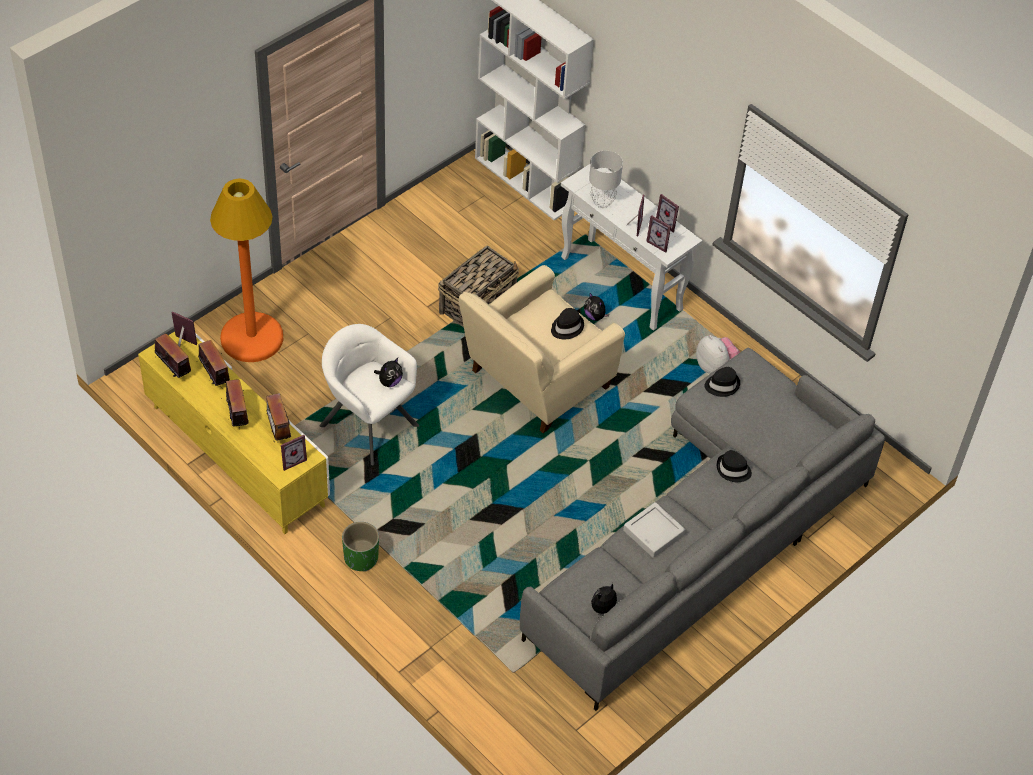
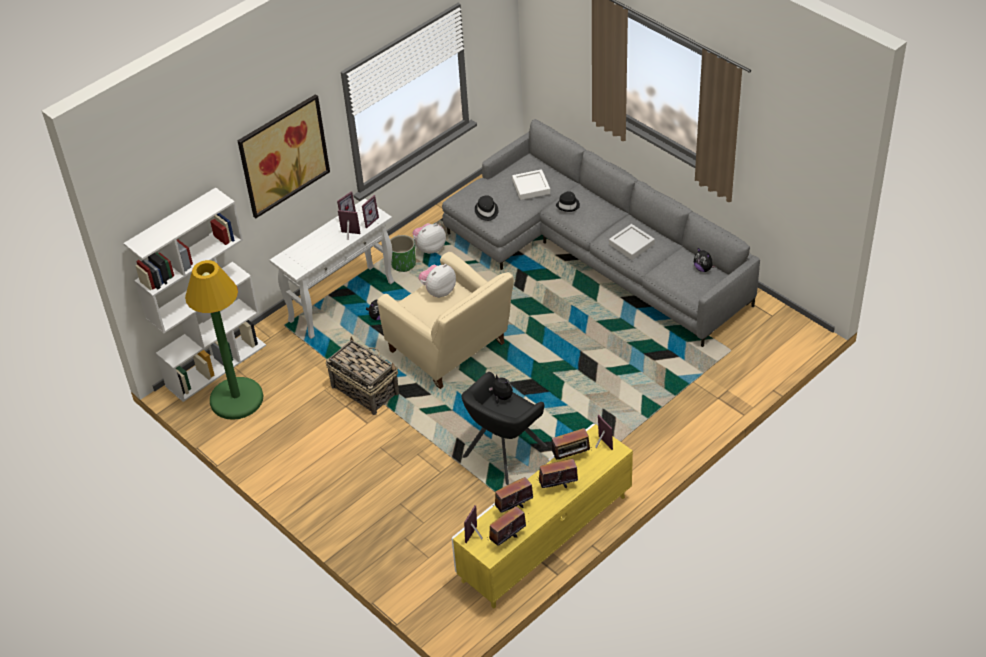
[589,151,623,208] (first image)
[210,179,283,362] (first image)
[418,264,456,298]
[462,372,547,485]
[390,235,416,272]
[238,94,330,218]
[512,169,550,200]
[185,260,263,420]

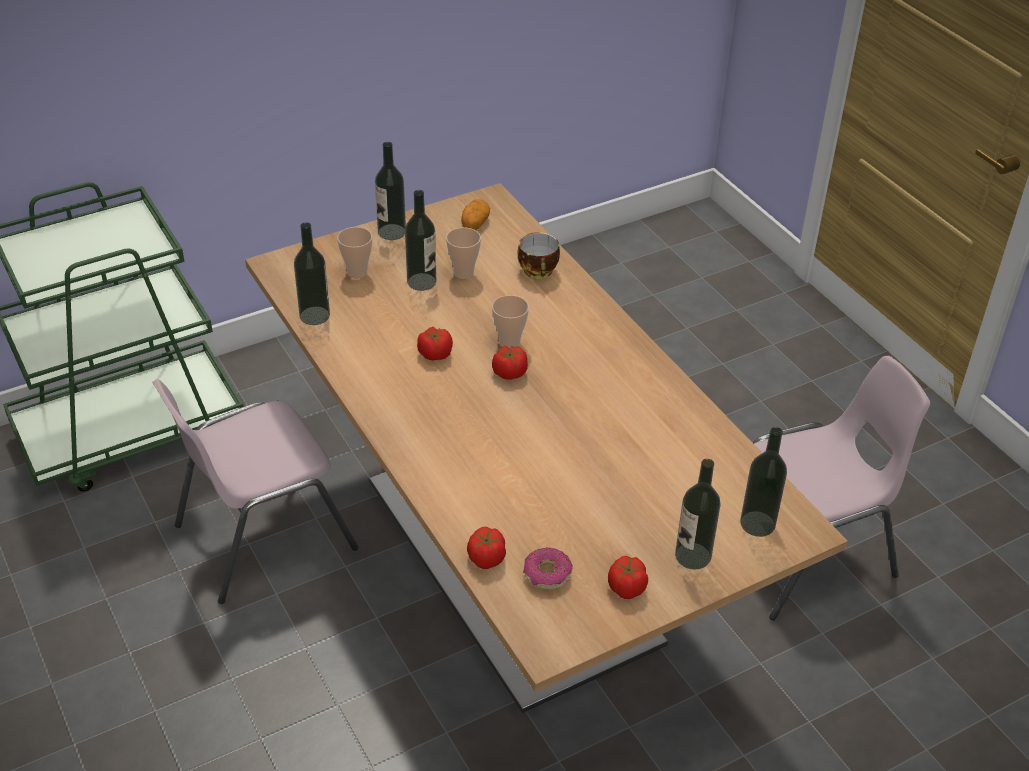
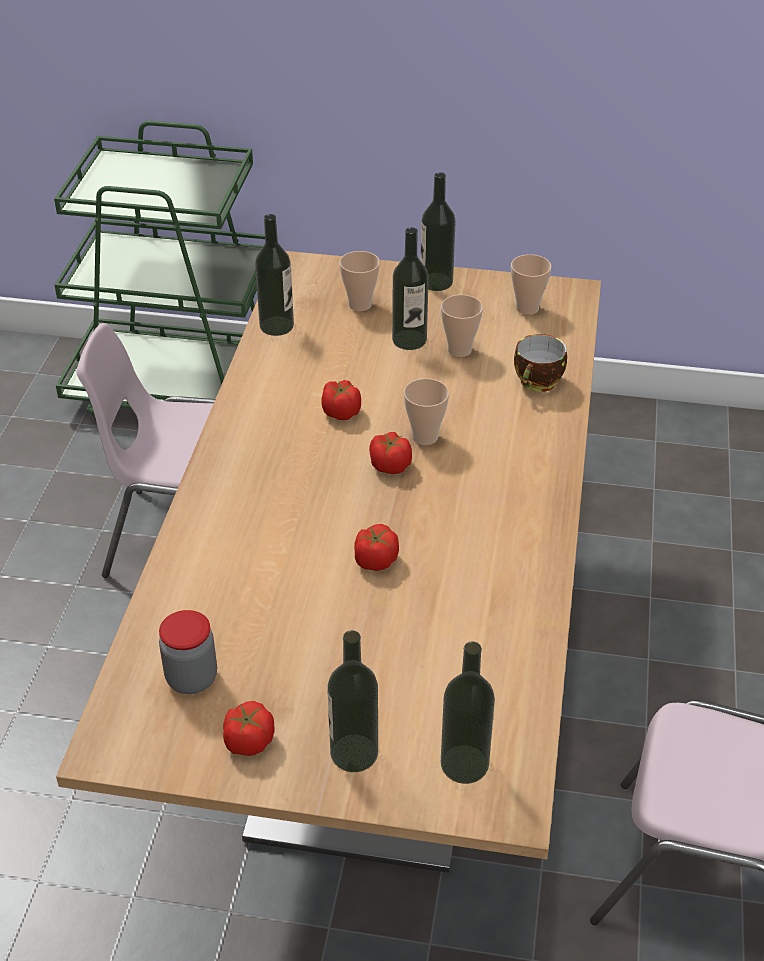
[511,254,552,315]
[354,524,399,571]
[159,610,217,694]

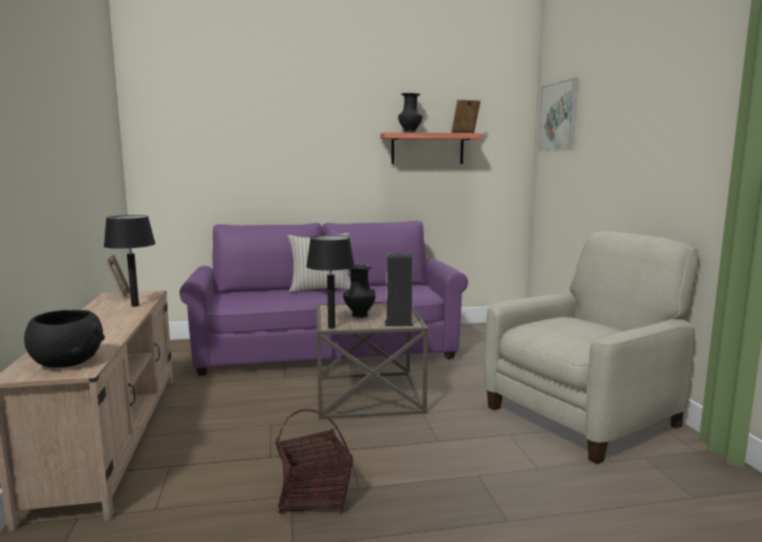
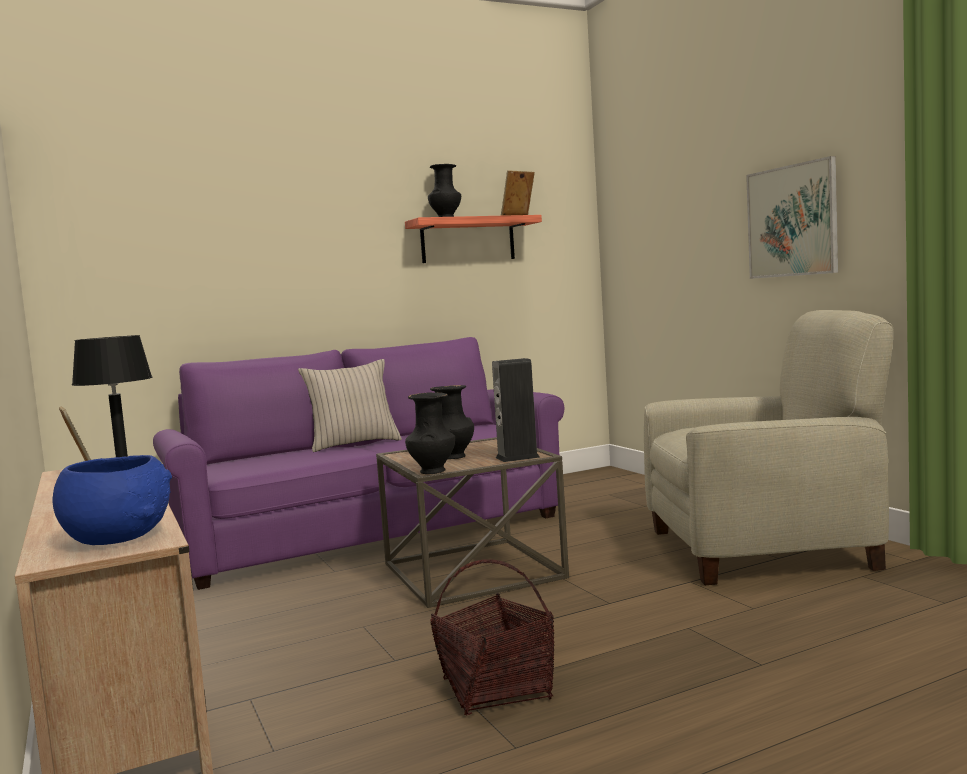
[746,156,838,279]
[644,310,893,585]
[405,392,455,474]
[52,455,172,545]

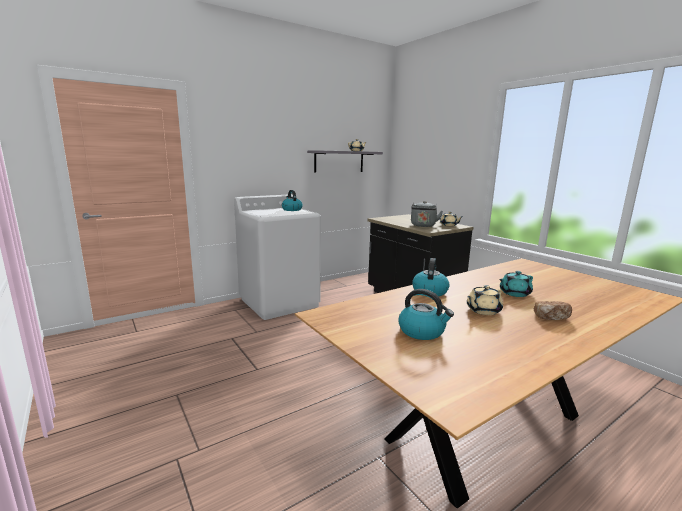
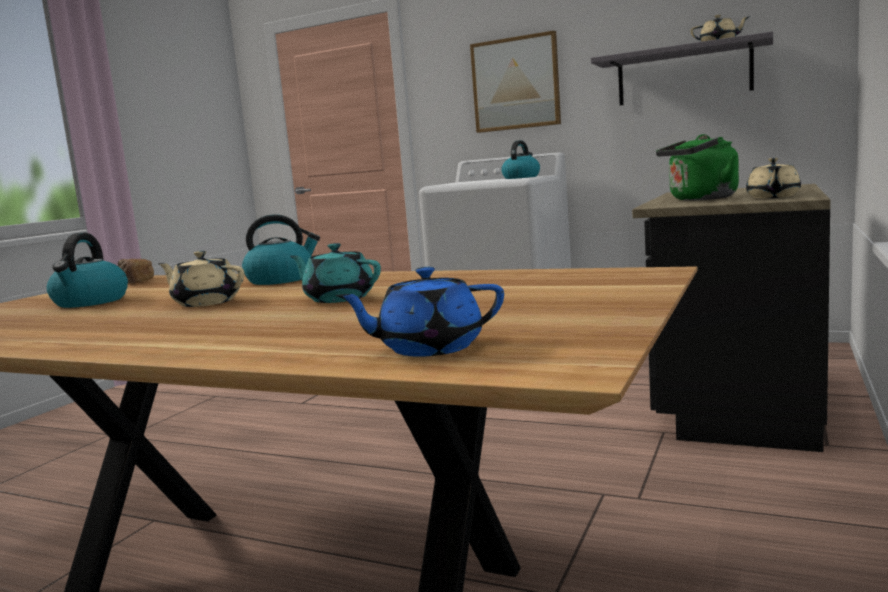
[656,134,739,200]
[118,259,154,283]
[470,31,561,133]
[335,267,504,357]

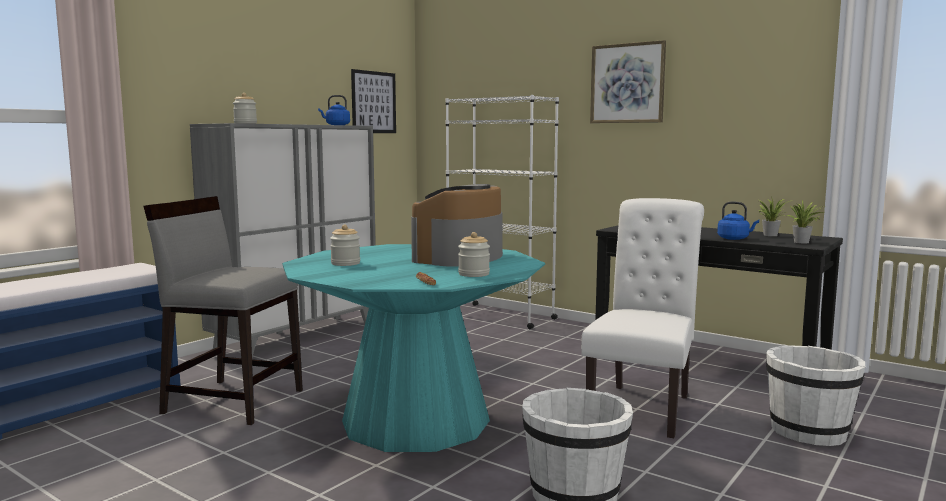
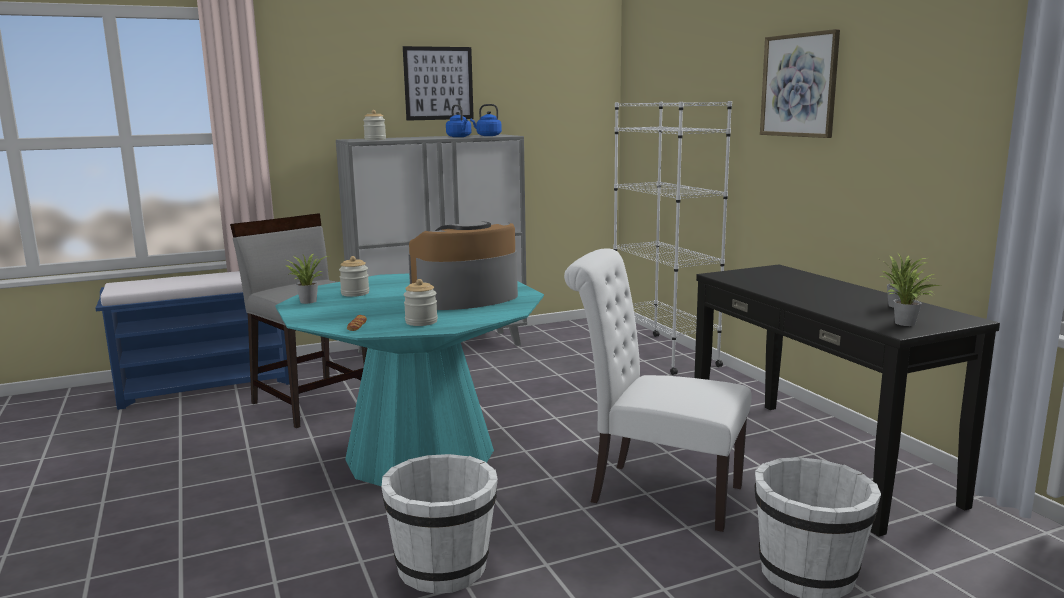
[403,46,474,121]
[564,248,752,532]
[446,104,471,137]
[286,254,328,304]

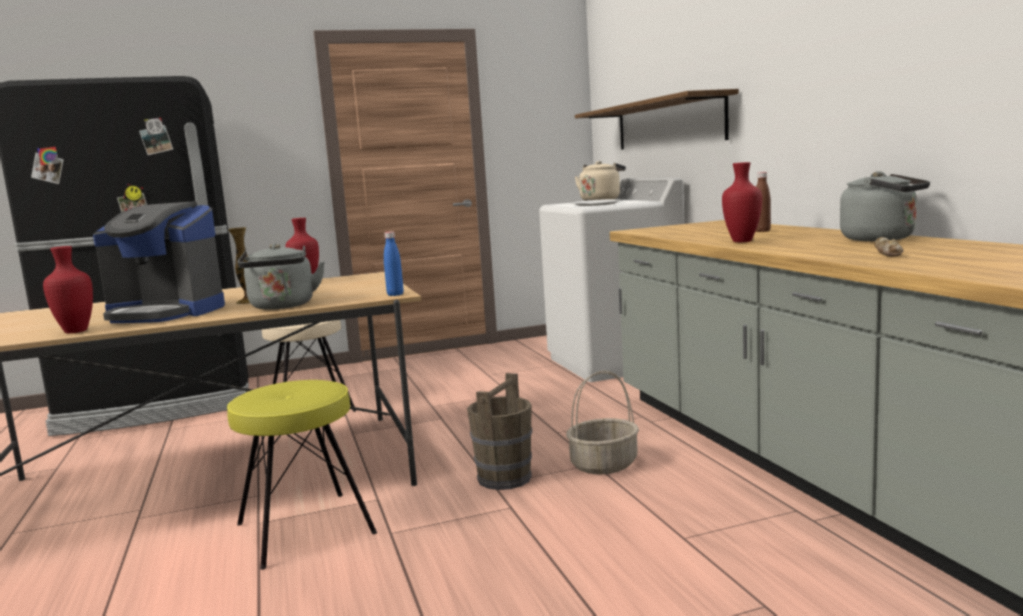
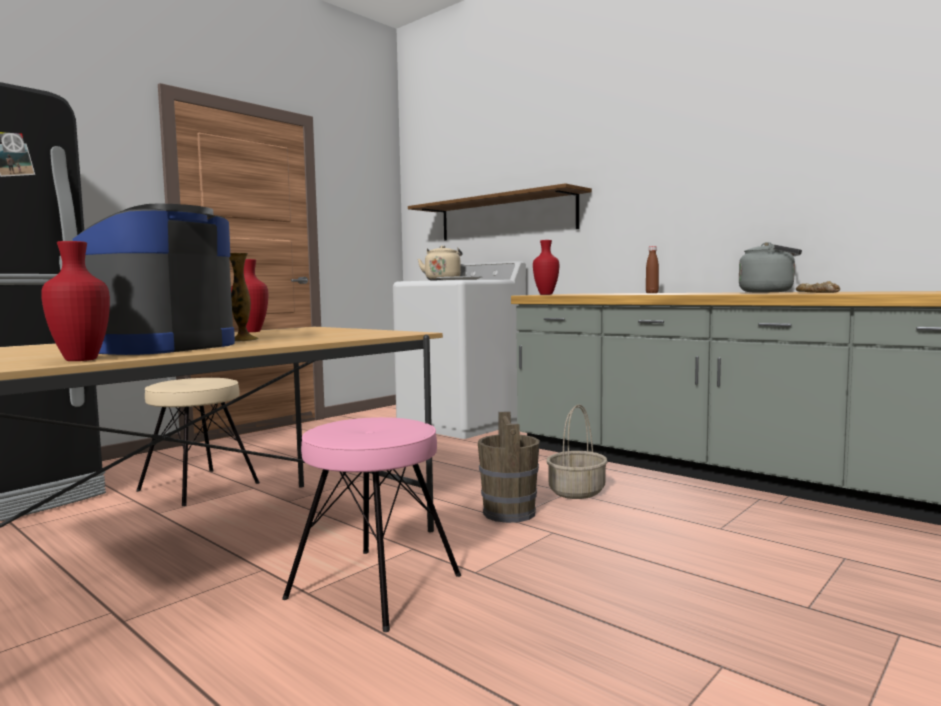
[533,240,559,295]
[73,204,235,355]
[384,231,403,296] (first image)
[238,244,325,310] (first image)
[282,417,461,632]

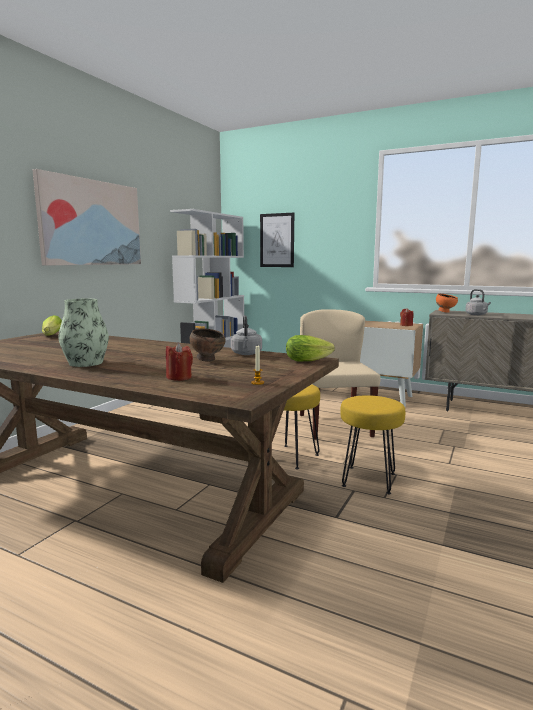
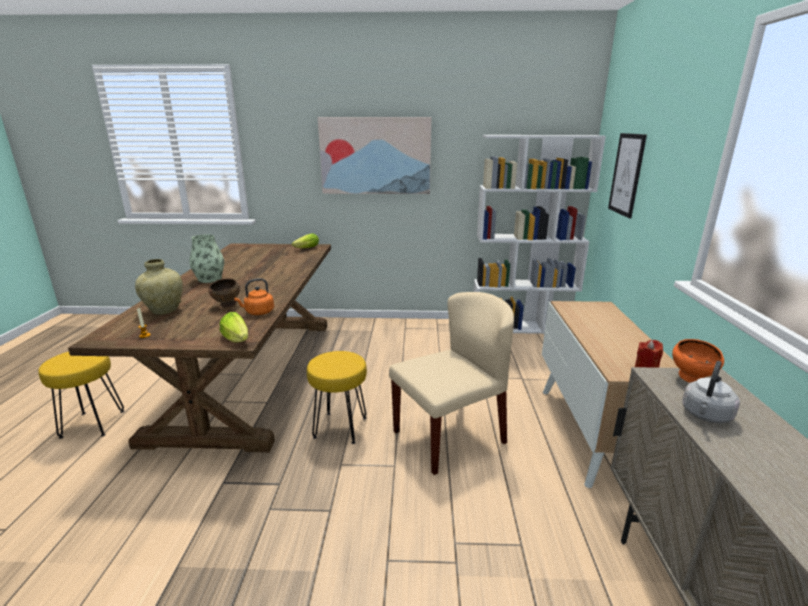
[234,278,274,315]
[135,259,183,315]
[38,352,125,439]

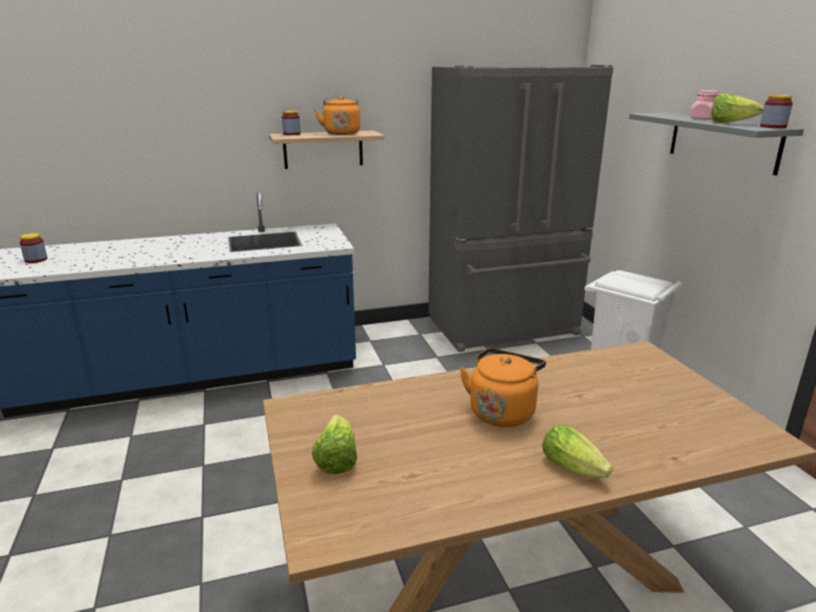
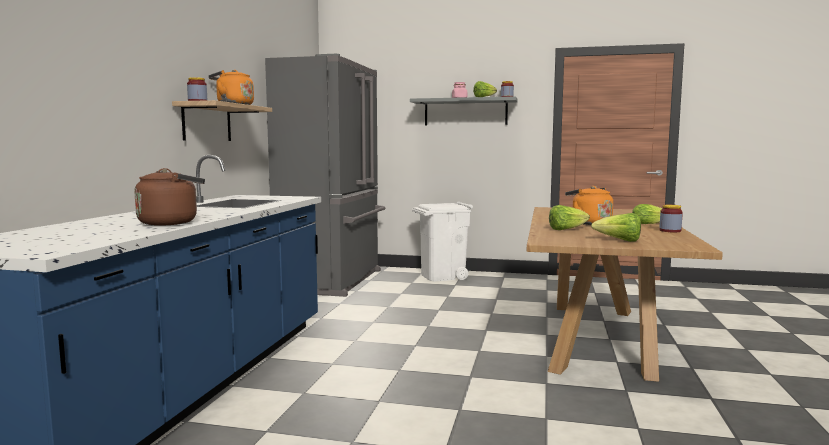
[659,205,683,232]
[135,168,205,226]
[549,205,590,230]

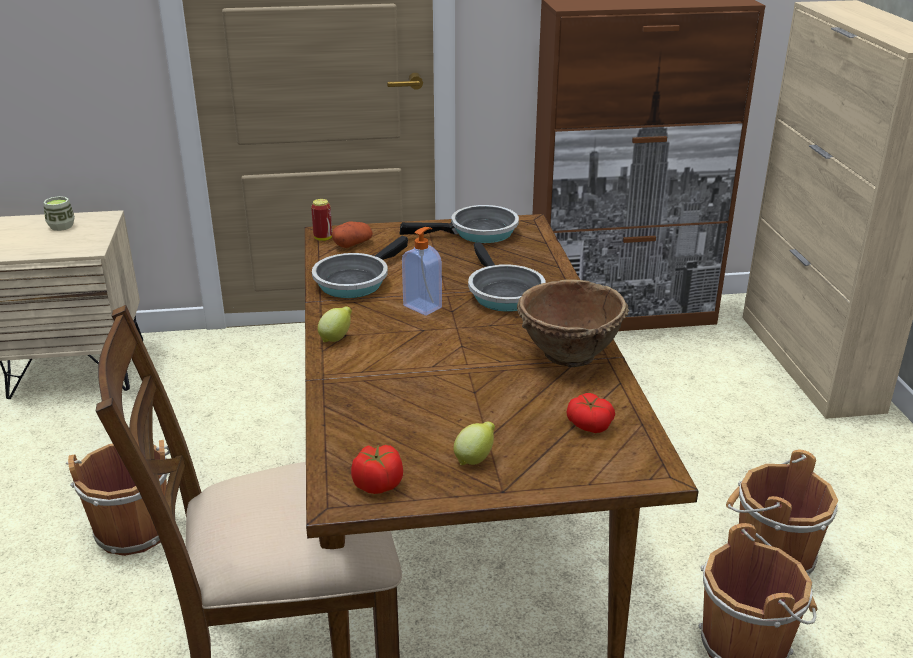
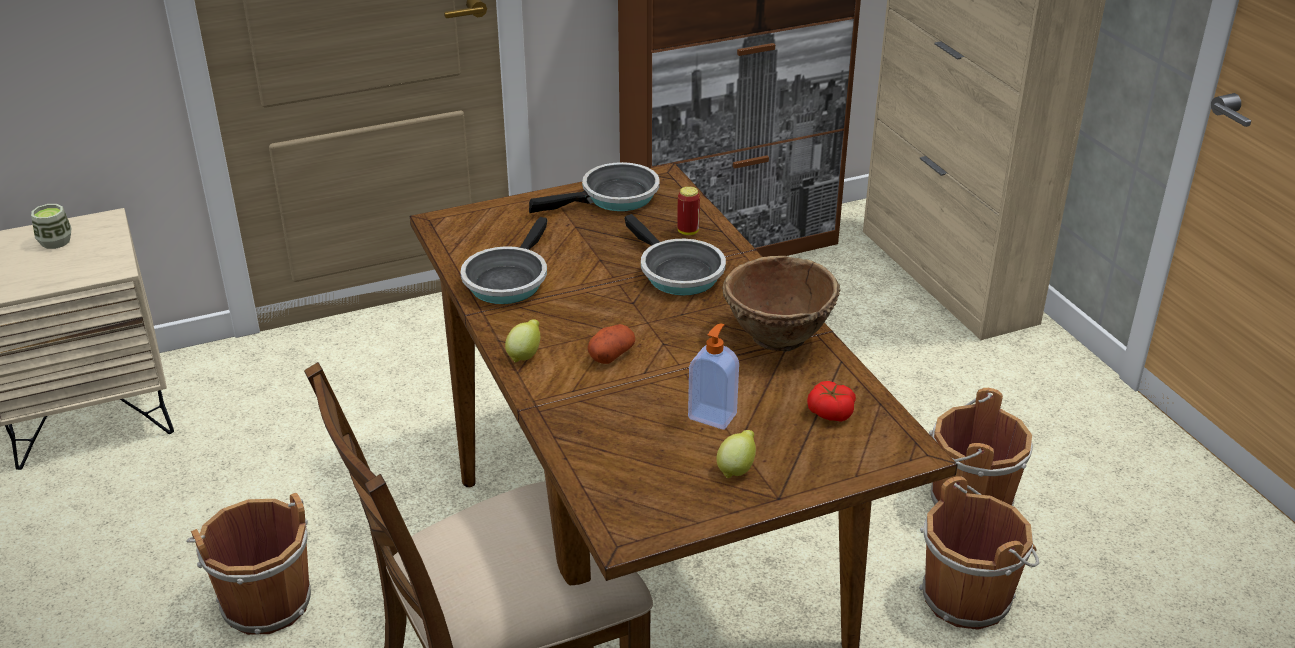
[677,187,700,235]
[588,324,635,364]
[688,323,739,430]
[351,445,403,494] (first image)

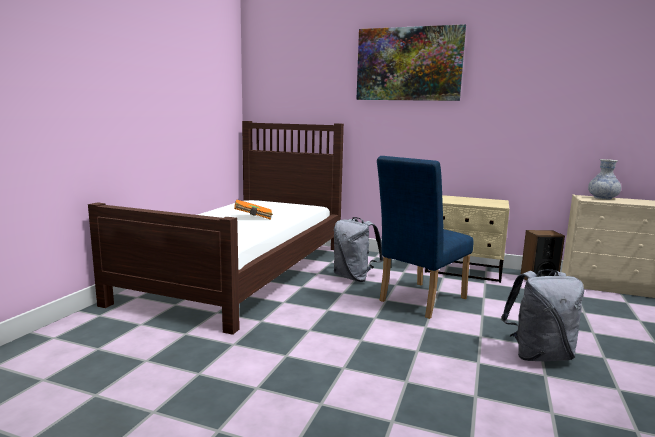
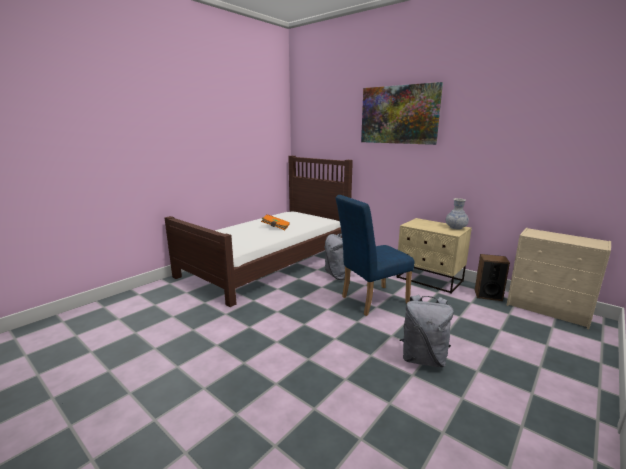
[446,198,469,229]

